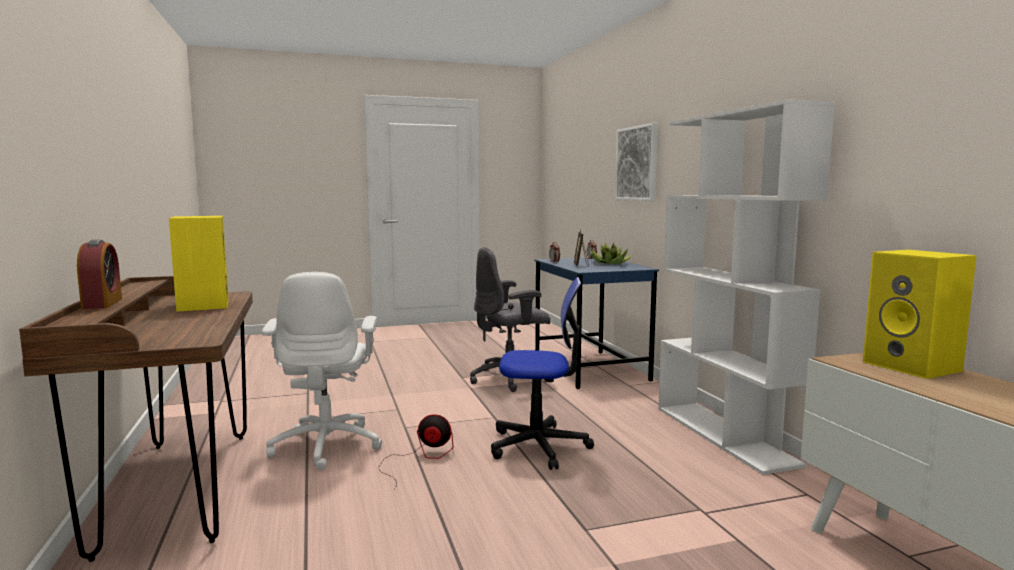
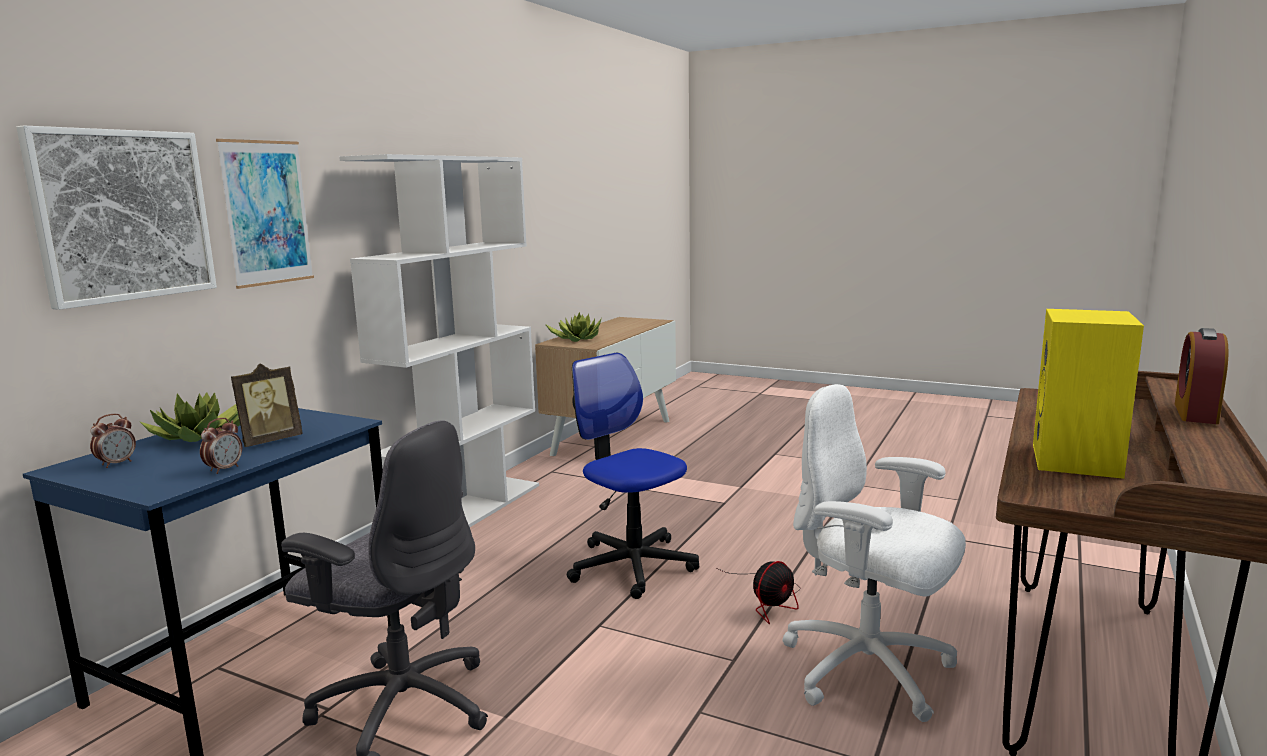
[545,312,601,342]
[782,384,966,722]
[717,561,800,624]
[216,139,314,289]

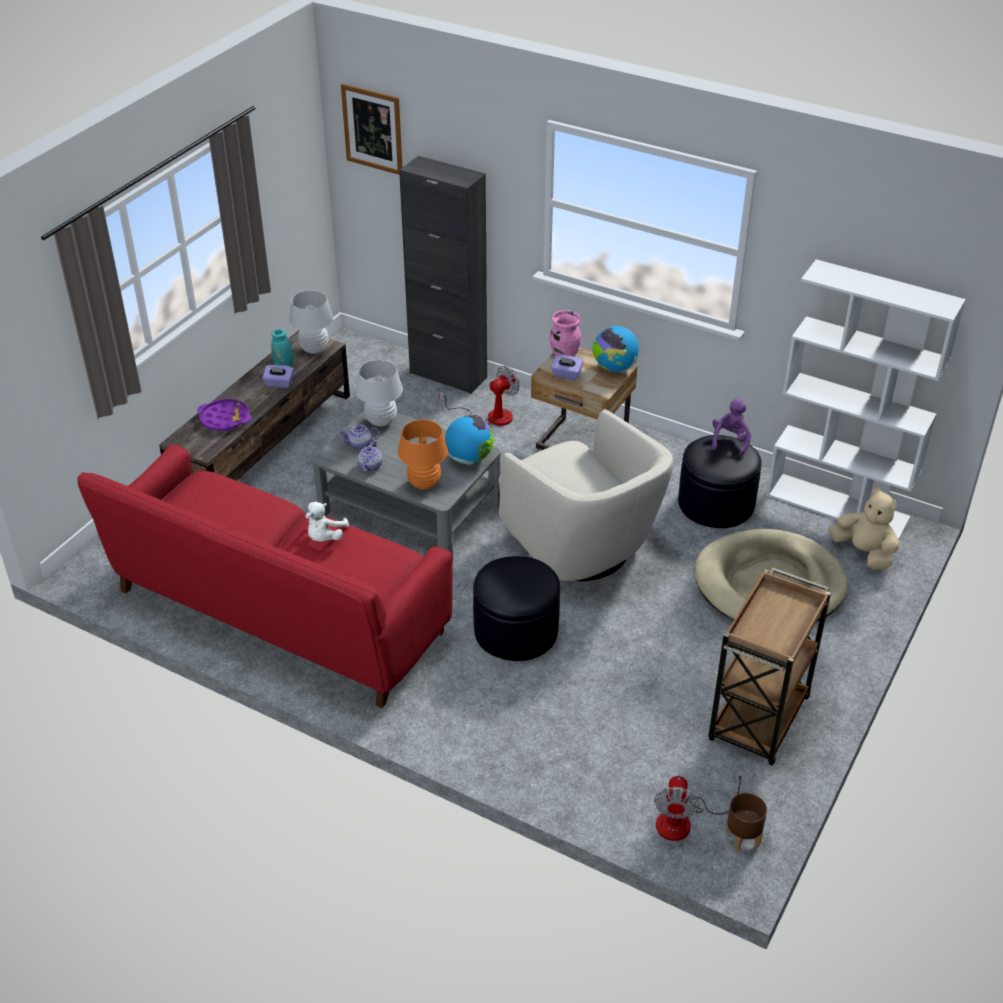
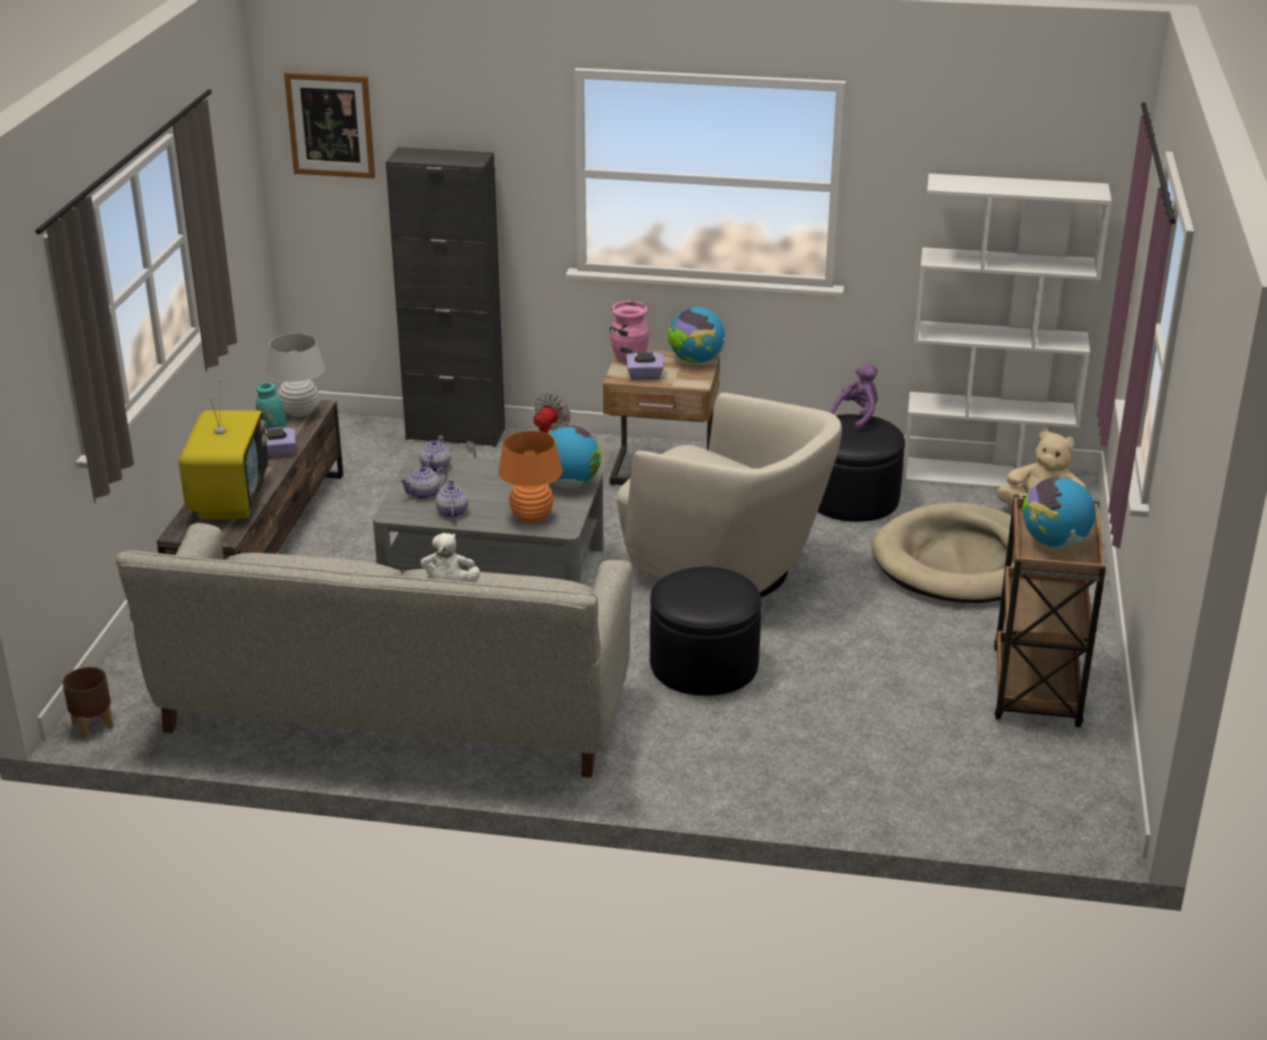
[419,436,451,472]
[178,380,268,519]
[829,363,878,432]
[116,523,632,778]
[654,771,746,841] (first image)
[62,667,114,738]
[1022,477,1095,549]

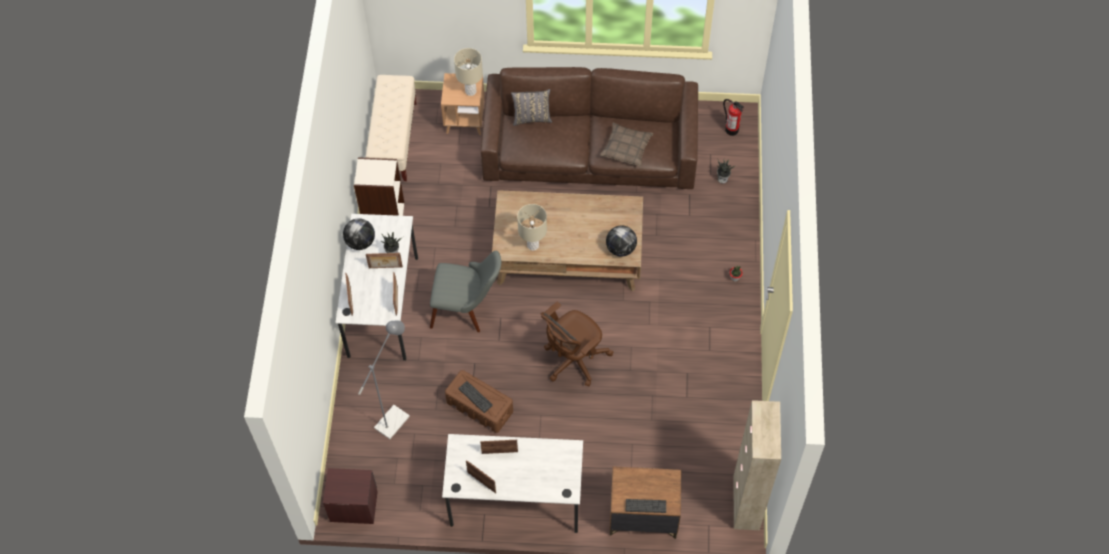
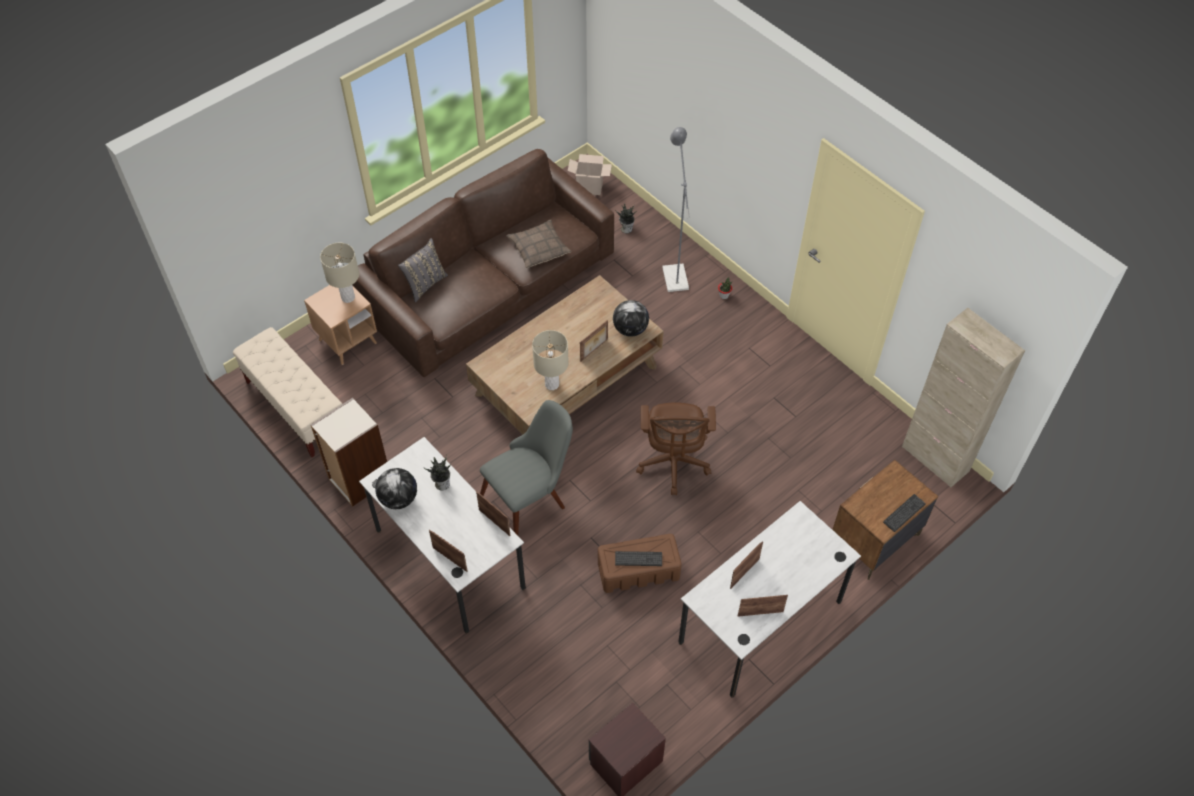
[568,154,612,195]
[580,320,608,362]
[662,127,690,292]

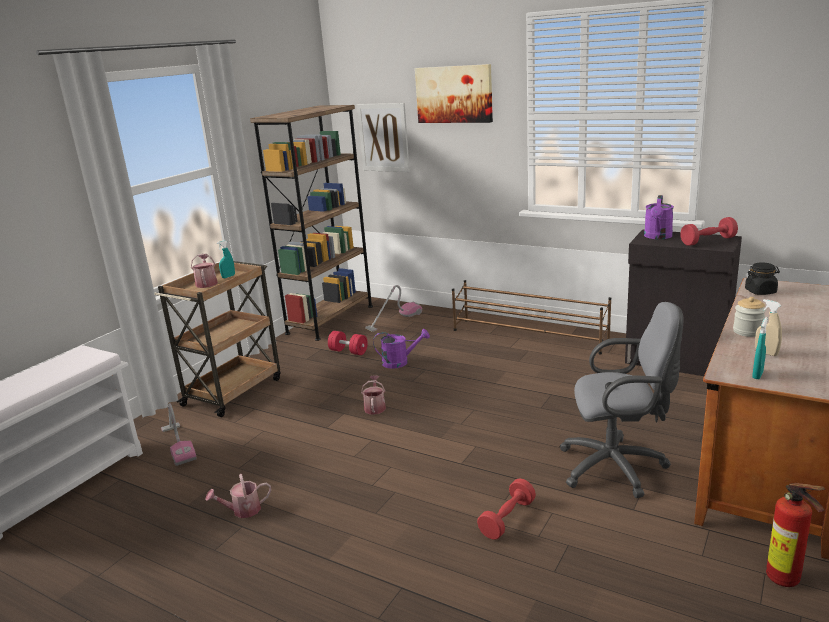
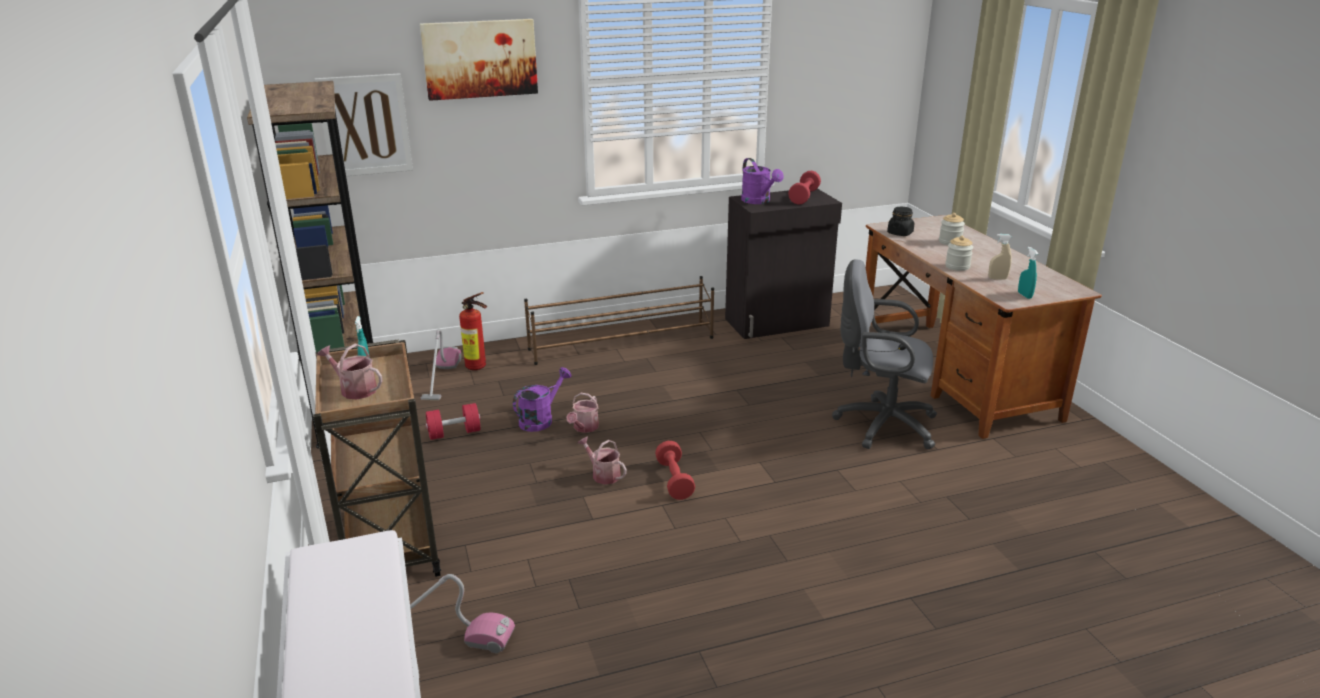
[832,259,937,449]
[566,393,599,433]
[655,441,695,500]
[459,292,487,370]
[939,213,965,245]

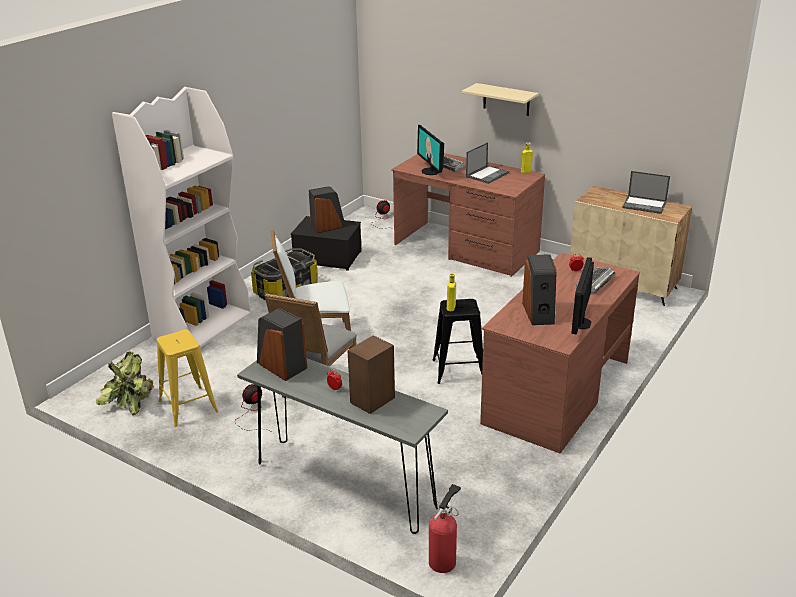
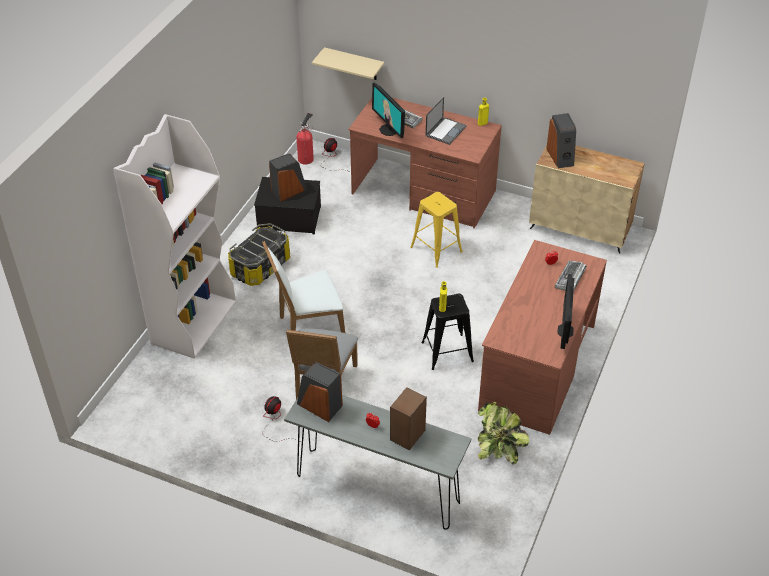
[312,47,384,80]
[622,171,670,214] (first image)
[546,113,576,168]
[410,192,463,268]
[478,402,529,464]
[296,113,314,164]

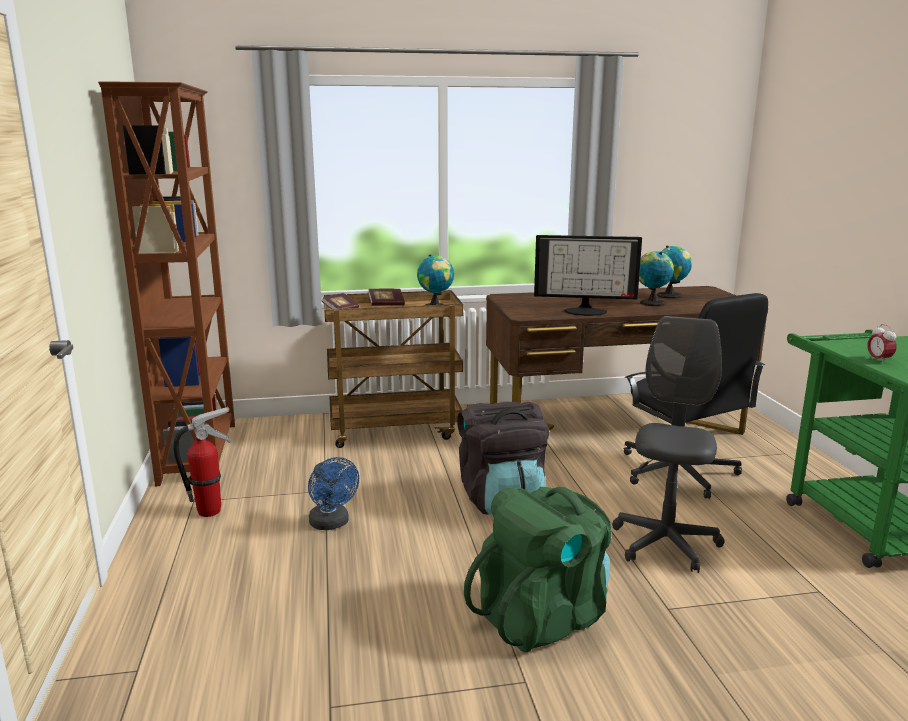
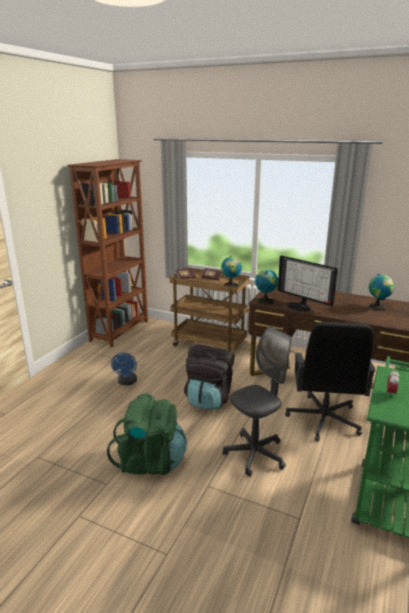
[255,270,278,304]
[173,406,231,517] (first image)

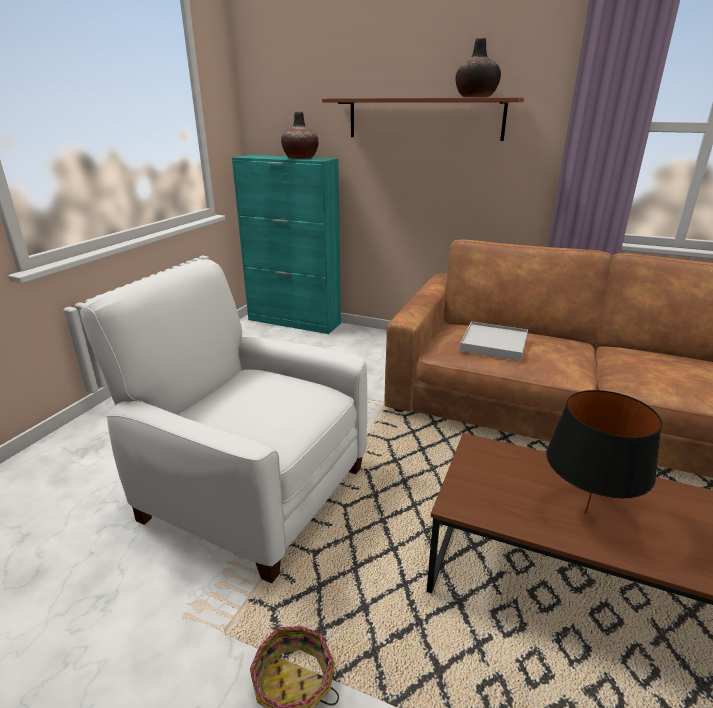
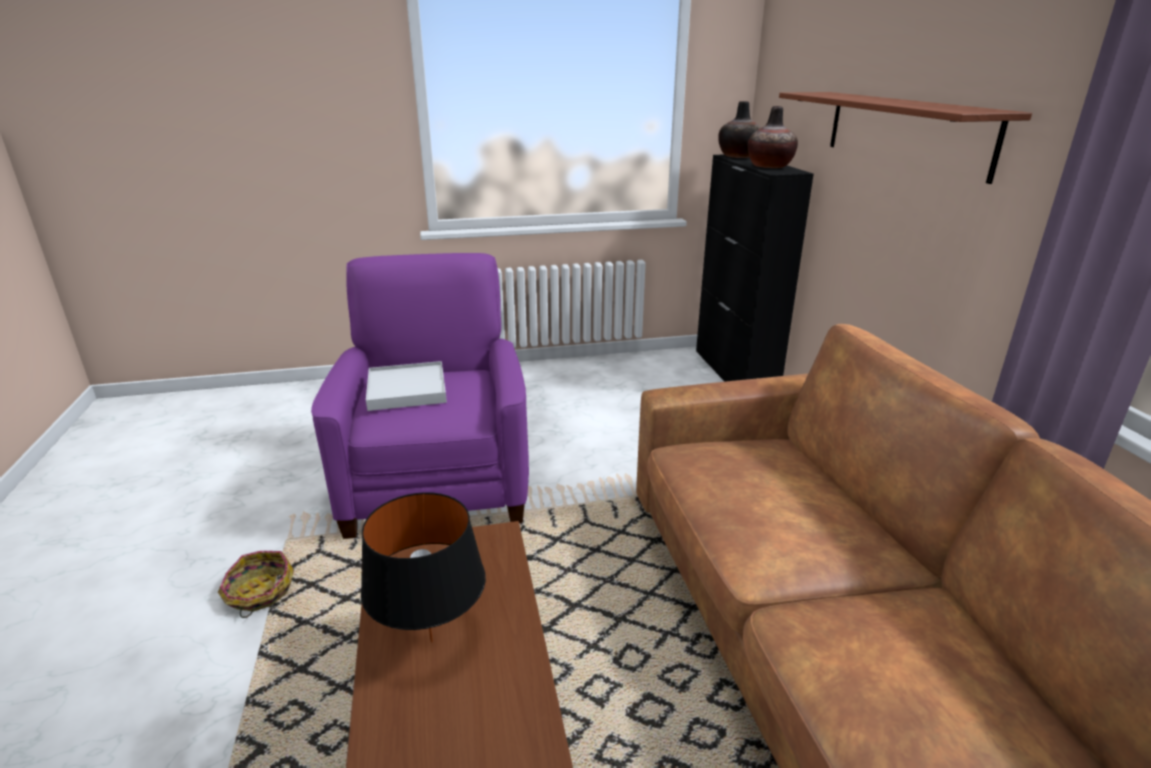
[718,101,761,158]
[696,155,814,382]
[311,253,529,539]
[366,361,447,411]

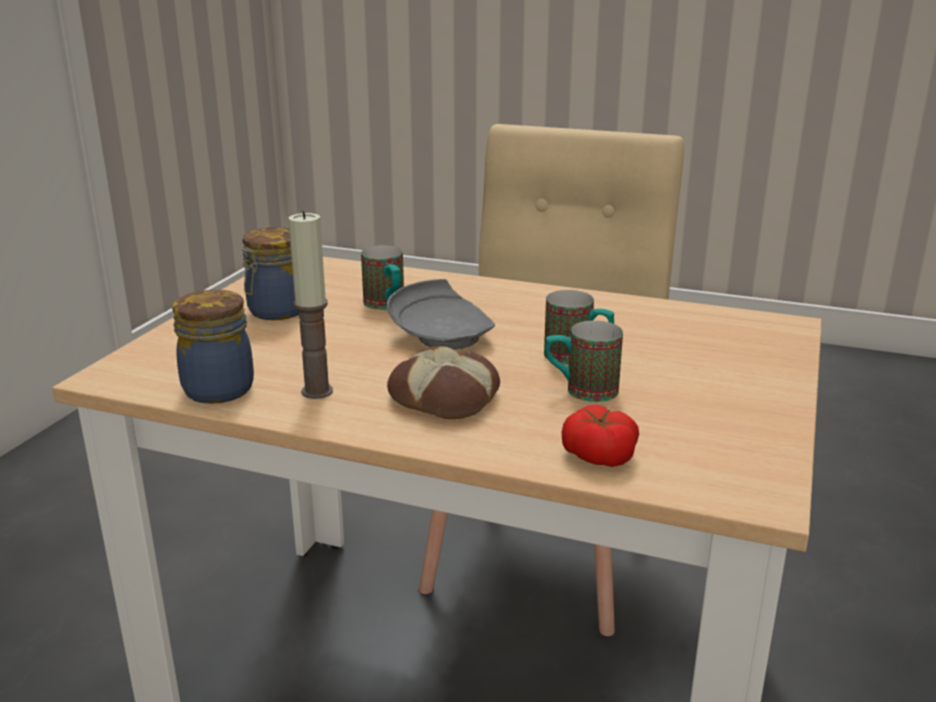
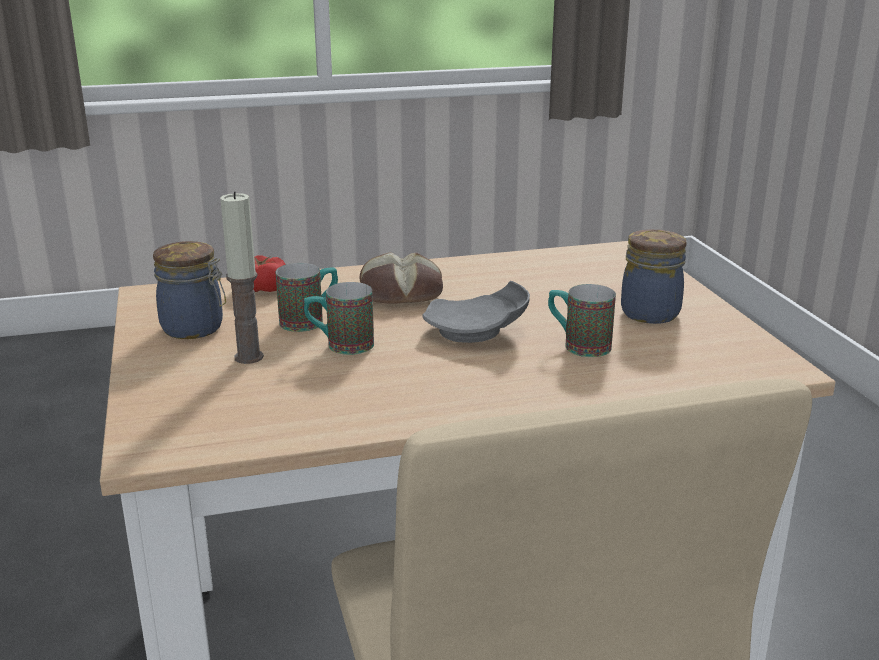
[220,191,264,364]
[153,241,226,339]

